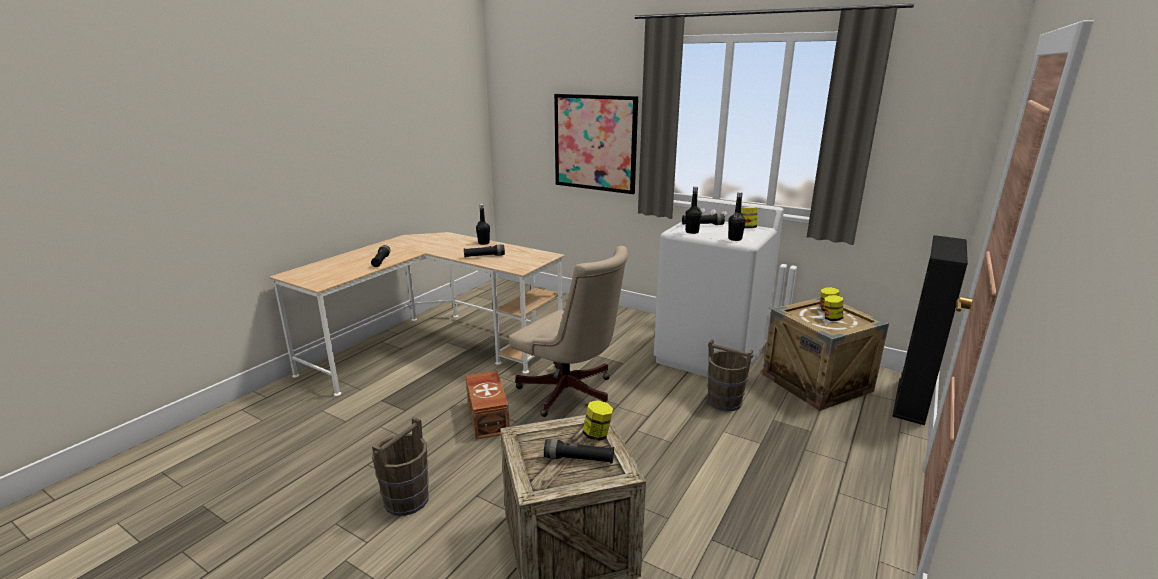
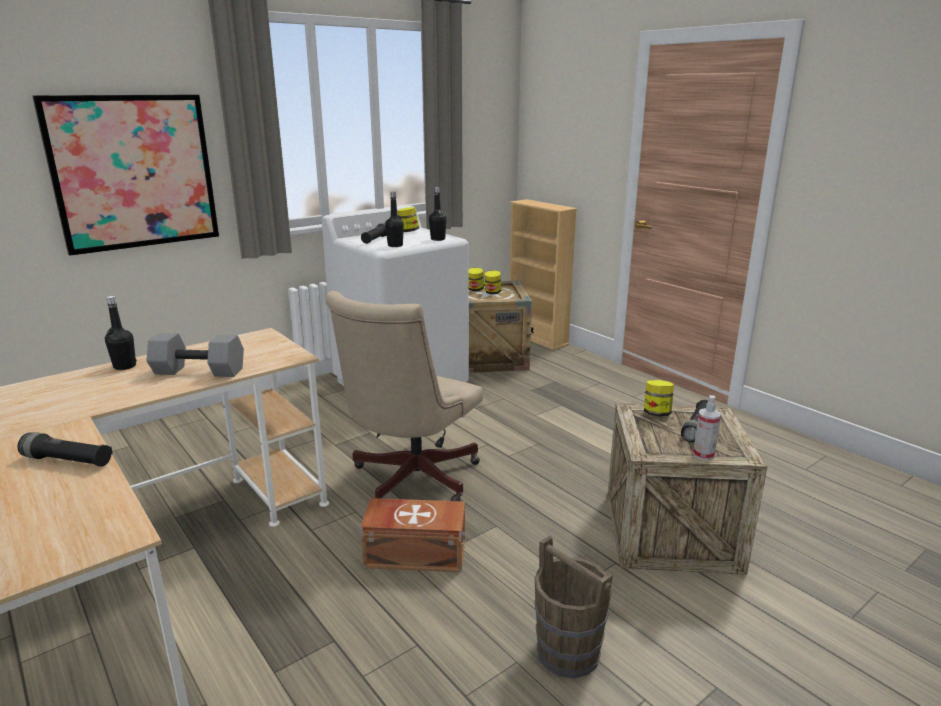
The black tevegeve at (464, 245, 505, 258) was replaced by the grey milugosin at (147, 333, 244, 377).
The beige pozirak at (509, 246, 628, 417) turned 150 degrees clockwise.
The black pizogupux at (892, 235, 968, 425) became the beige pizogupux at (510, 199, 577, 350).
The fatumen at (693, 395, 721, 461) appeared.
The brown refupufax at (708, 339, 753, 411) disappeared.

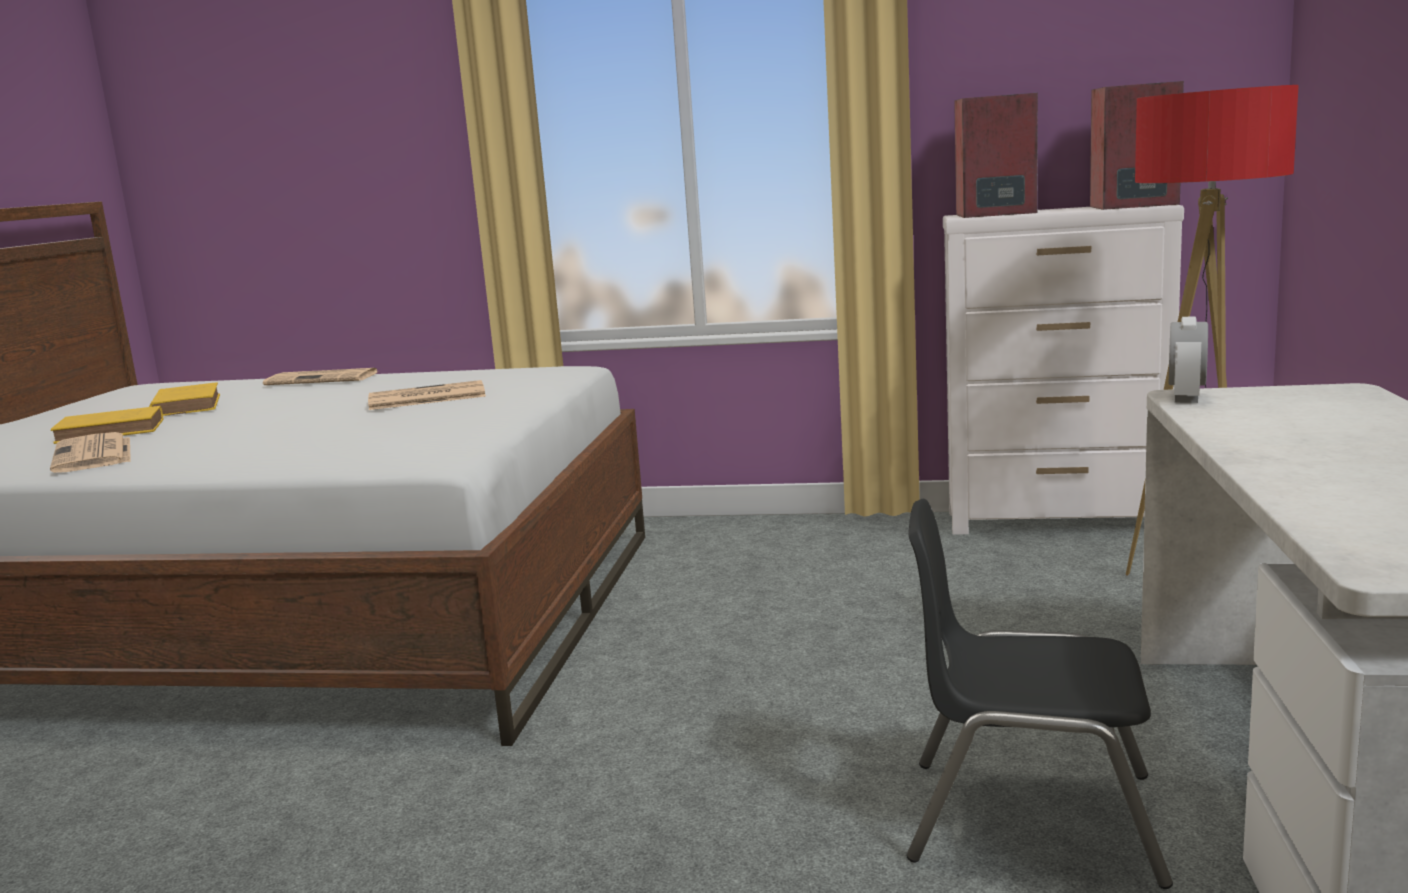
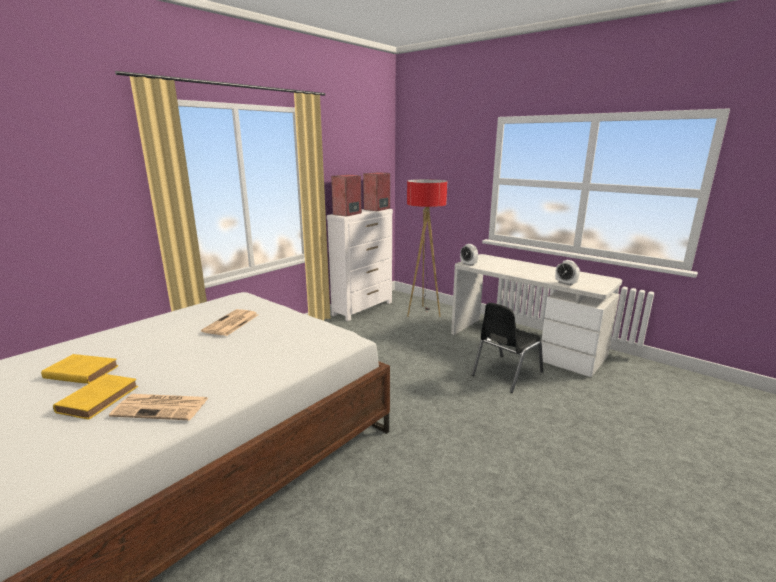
The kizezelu at (555, 260, 580, 286) appeared.
The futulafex at (263, 368, 377, 385) disappeared.

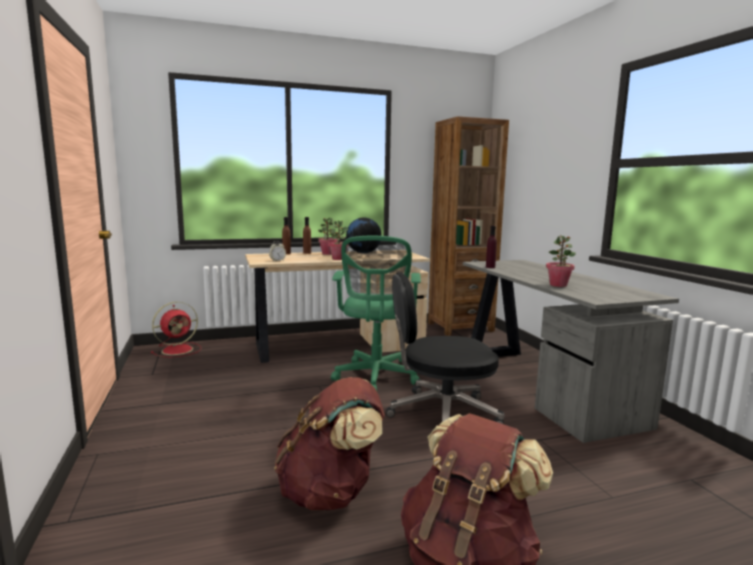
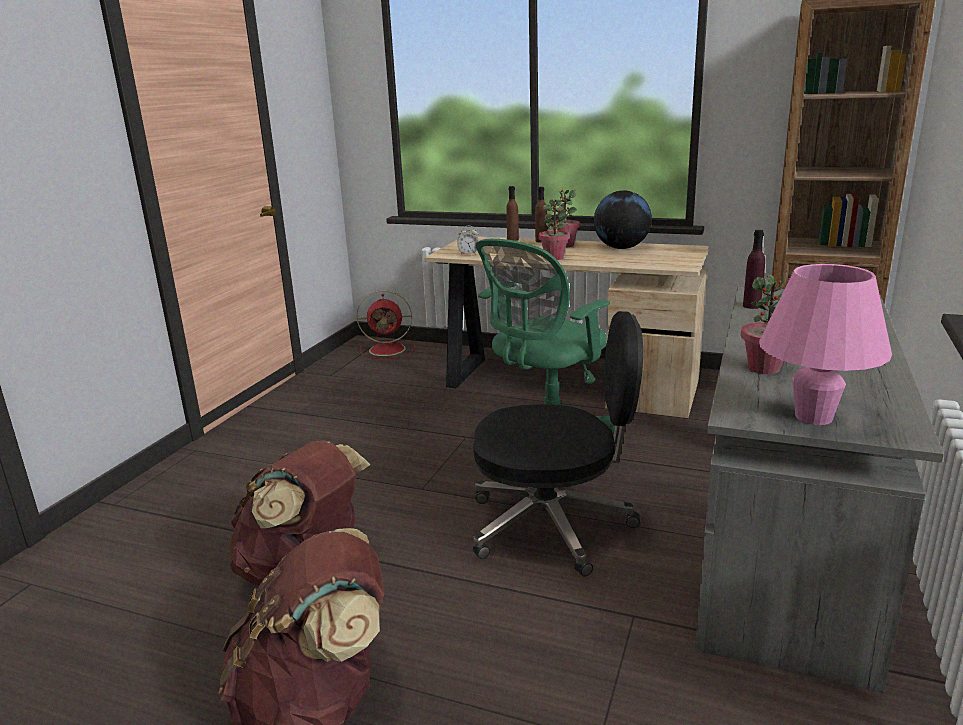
The black pozirak at (386, 272, 504, 424) turned 150 degrees clockwise.
The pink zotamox at (759, 264, 892, 425) appeared.

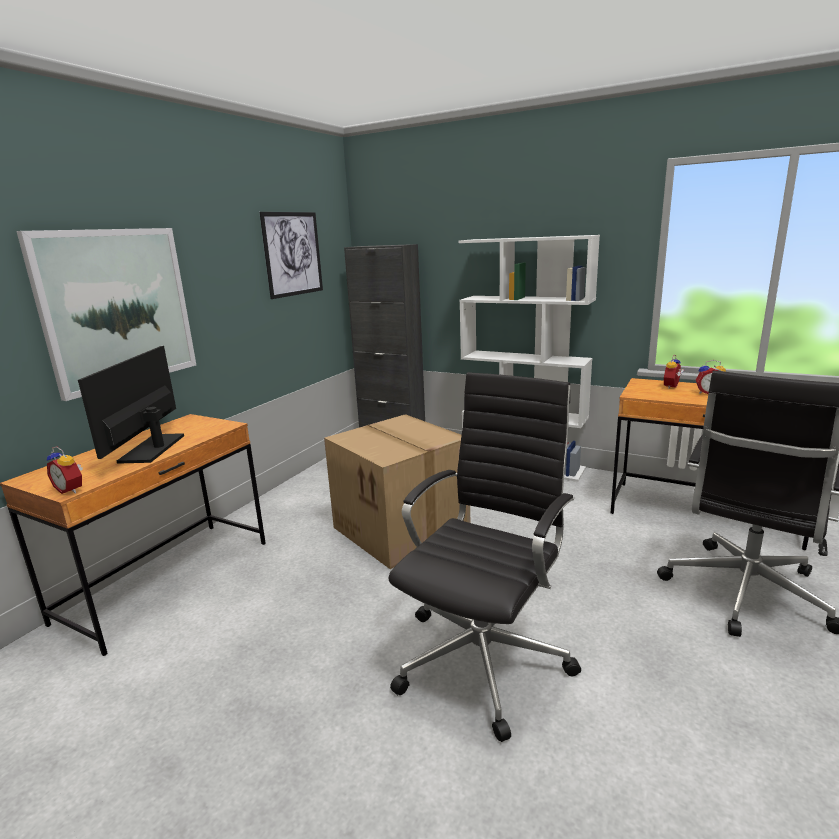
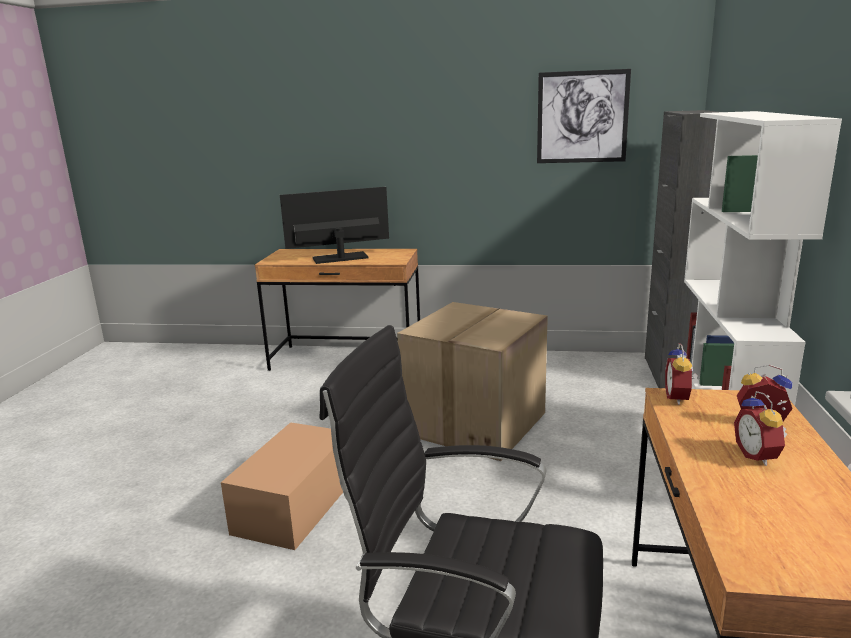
The black pozirak at (388, 372, 581, 742) was replaced by the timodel at (221, 422, 343, 550).
The kizezelu moved from (47, 446, 83, 494) to (665, 343, 698, 405).
The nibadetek at (16, 228, 196, 401) disappeared.

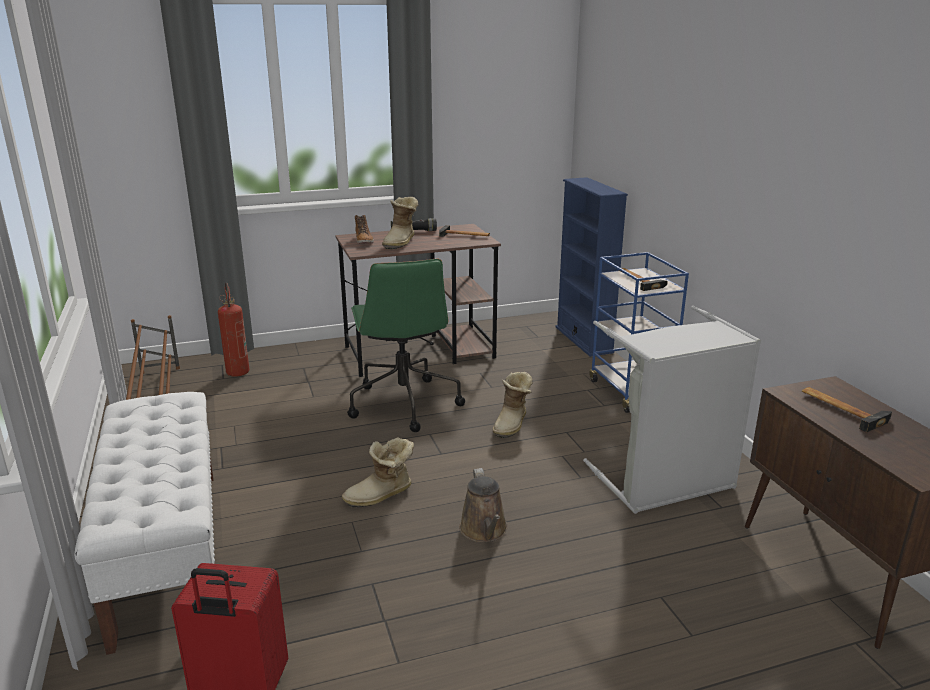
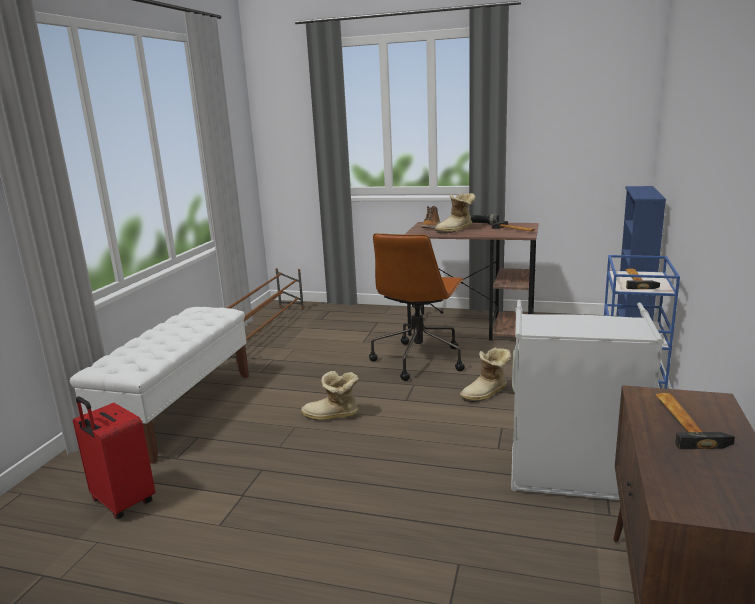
The green pozirak at (347, 259, 465, 432) became the brown pozirak at (369, 233, 465, 381).
The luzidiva at (218, 282, 249, 377) disappeared.
The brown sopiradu at (459, 468, 508, 542) disappeared.

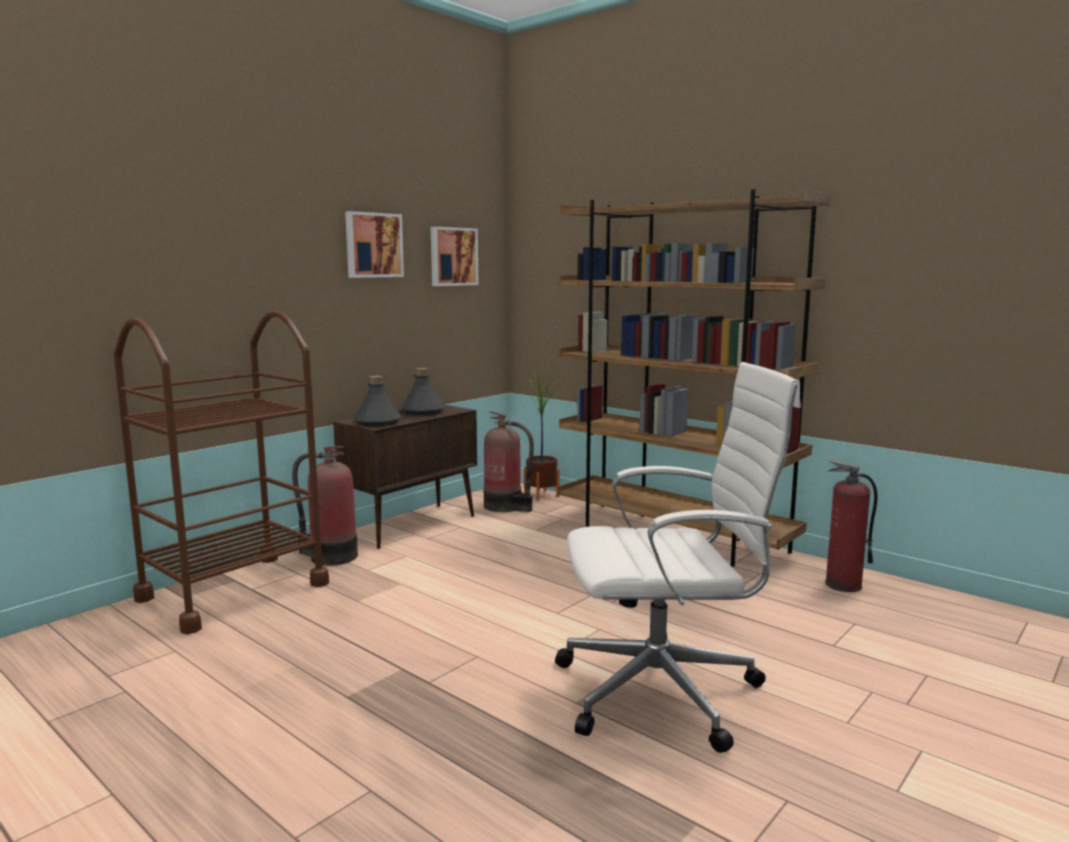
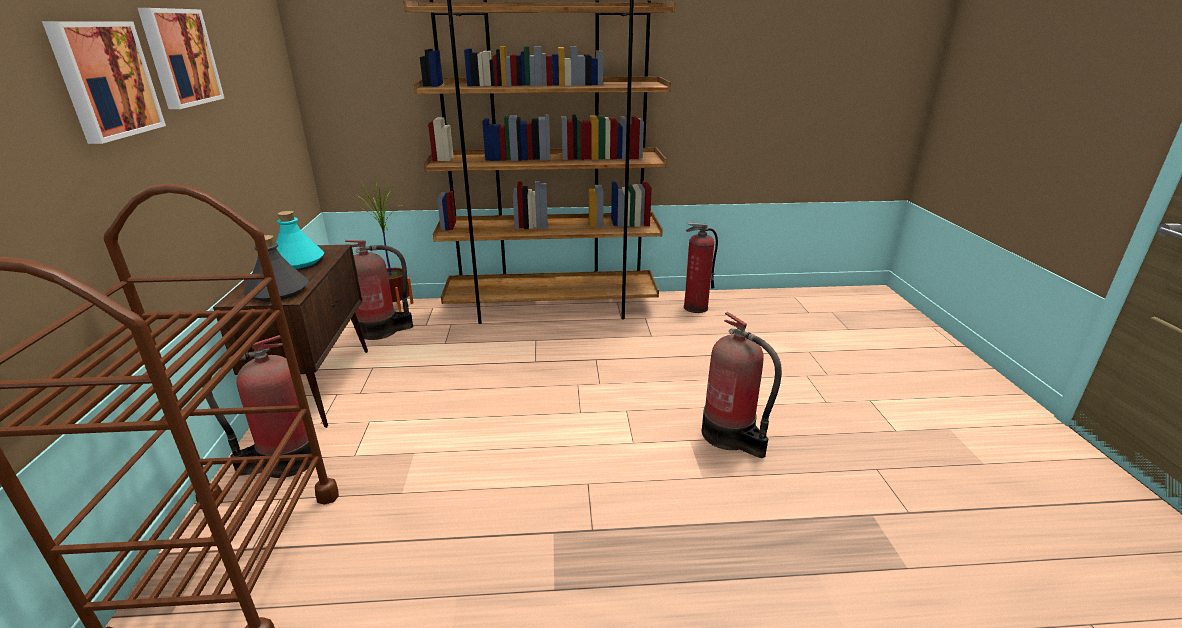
The nibadetek moved from (431, 227, 479, 286) to (42, 21, 166, 144).
The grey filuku at (401, 368, 445, 415) became the turquoise filuku at (276, 211, 324, 269).
The white pozirak at (555, 362, 801, 753) was replaced by the luzidiva at (702, 312, 782, 458).

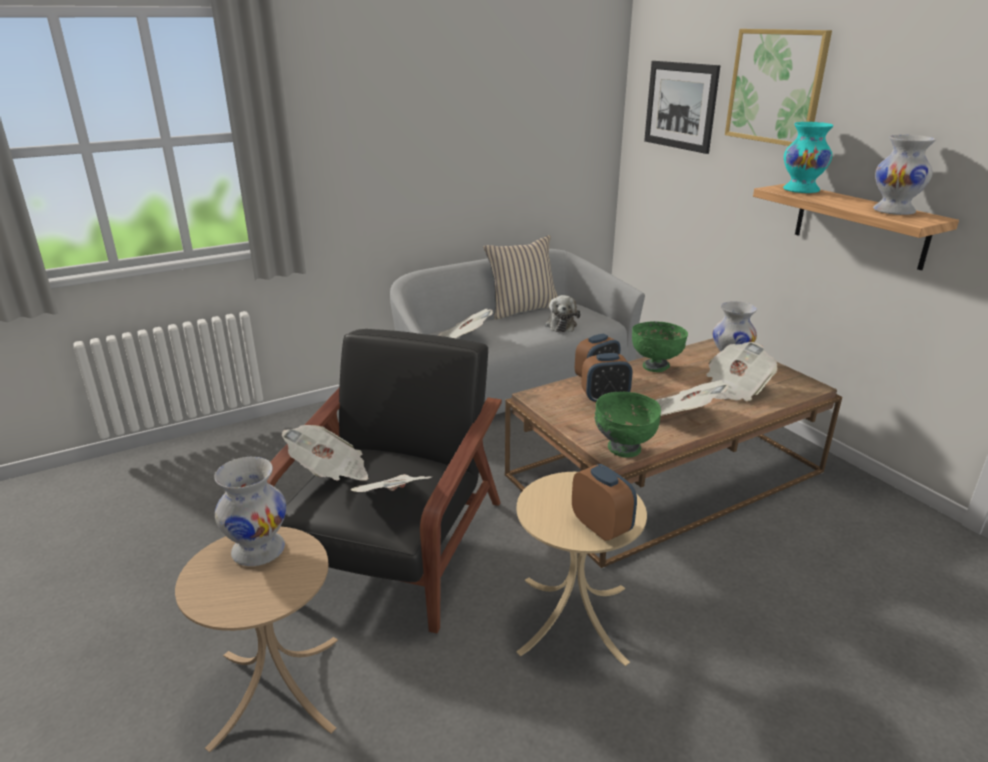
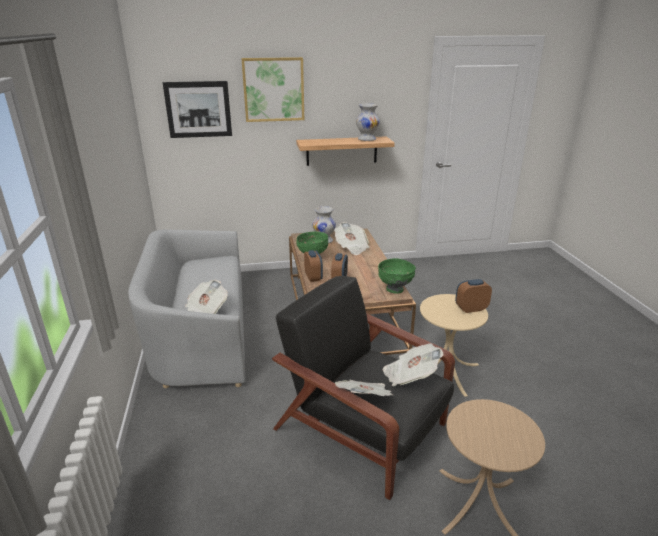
The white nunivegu at (214, 457, 286, 566) disappeared.
The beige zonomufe at (483, 235, 558, 320) disappeared.
The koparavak at (545, 295, 580, 332) disappeared.
The futulafex at (656, 380, 728, 416) disappeared.
The turquoise nunivegu at (783, 122, 834, 193) disappeared.

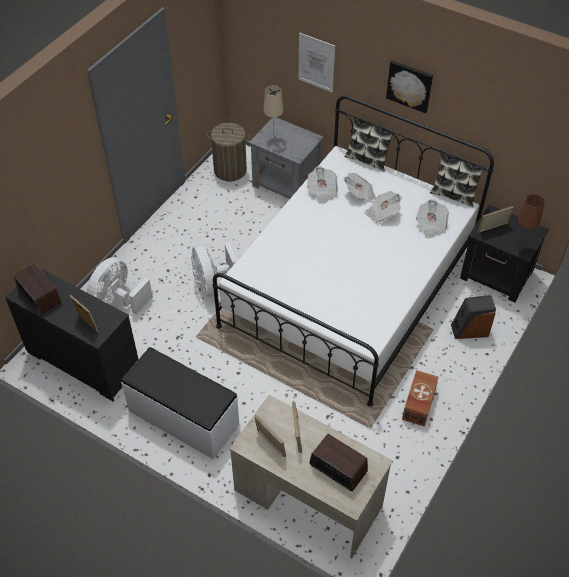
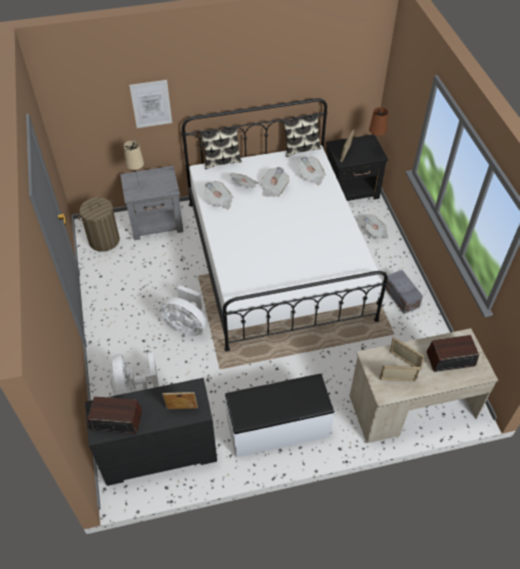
The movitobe at (451, 295, 496, 339) was replaced by the futulafex at (363, 215, 388, 239).
The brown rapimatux at (402, 370, 439, 426) became the grey rapimatux at (385, 270, 423, 314).
The nibadetek at (386, 60, 433, 113) disappeared.

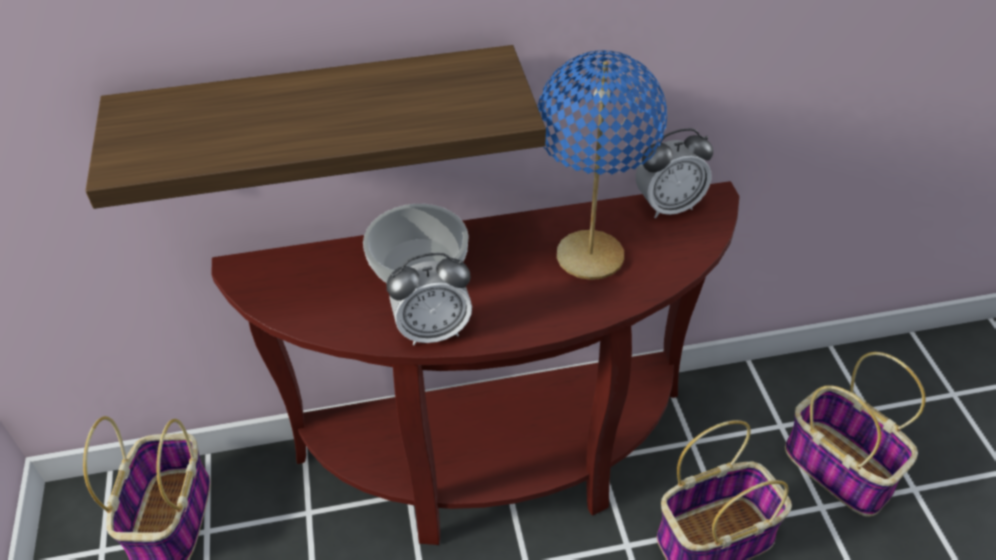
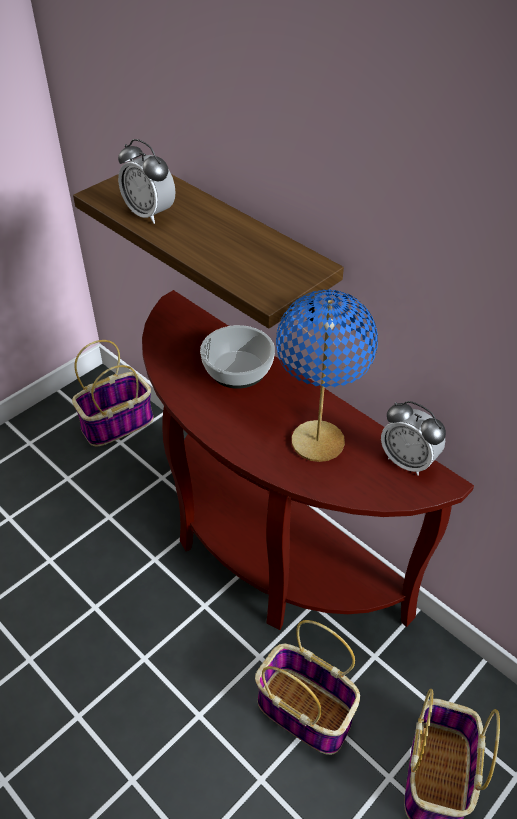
The kizezelu moved from (387, 253, 472, 345) to (118, 139, 175, 224).

